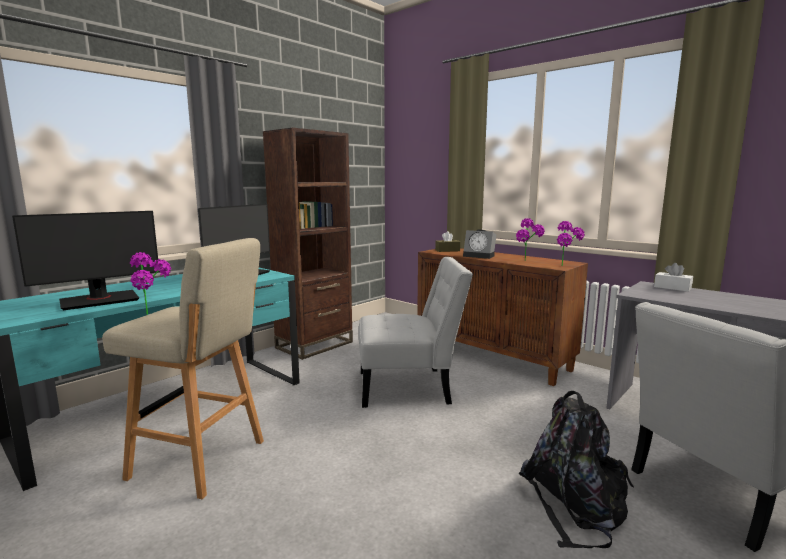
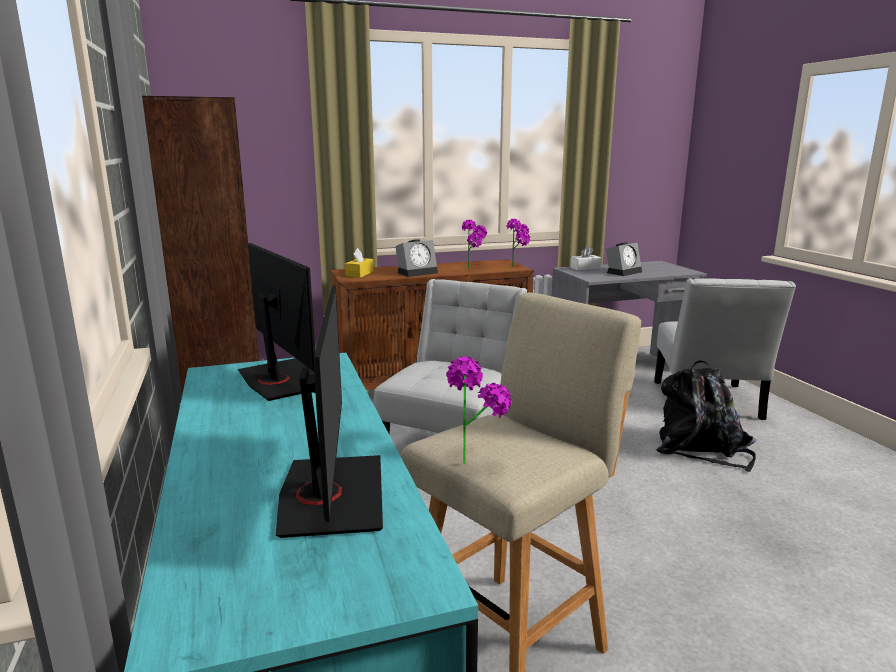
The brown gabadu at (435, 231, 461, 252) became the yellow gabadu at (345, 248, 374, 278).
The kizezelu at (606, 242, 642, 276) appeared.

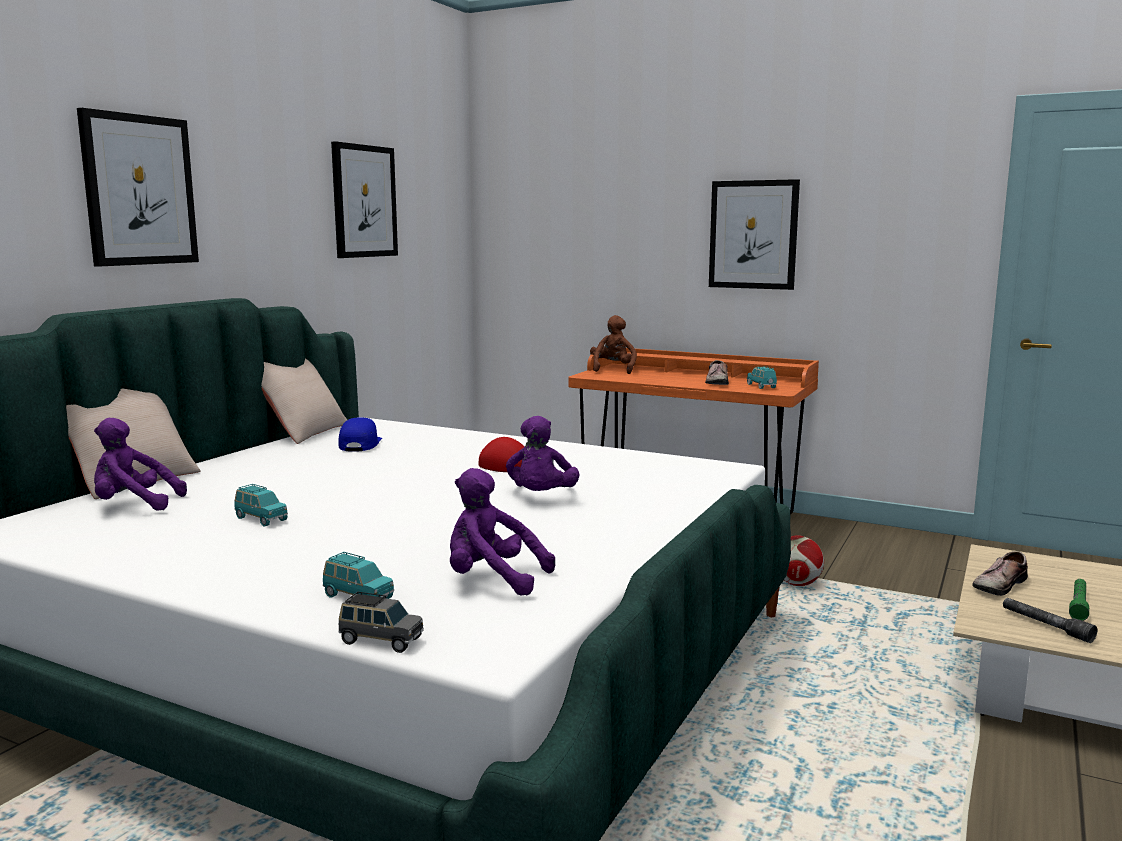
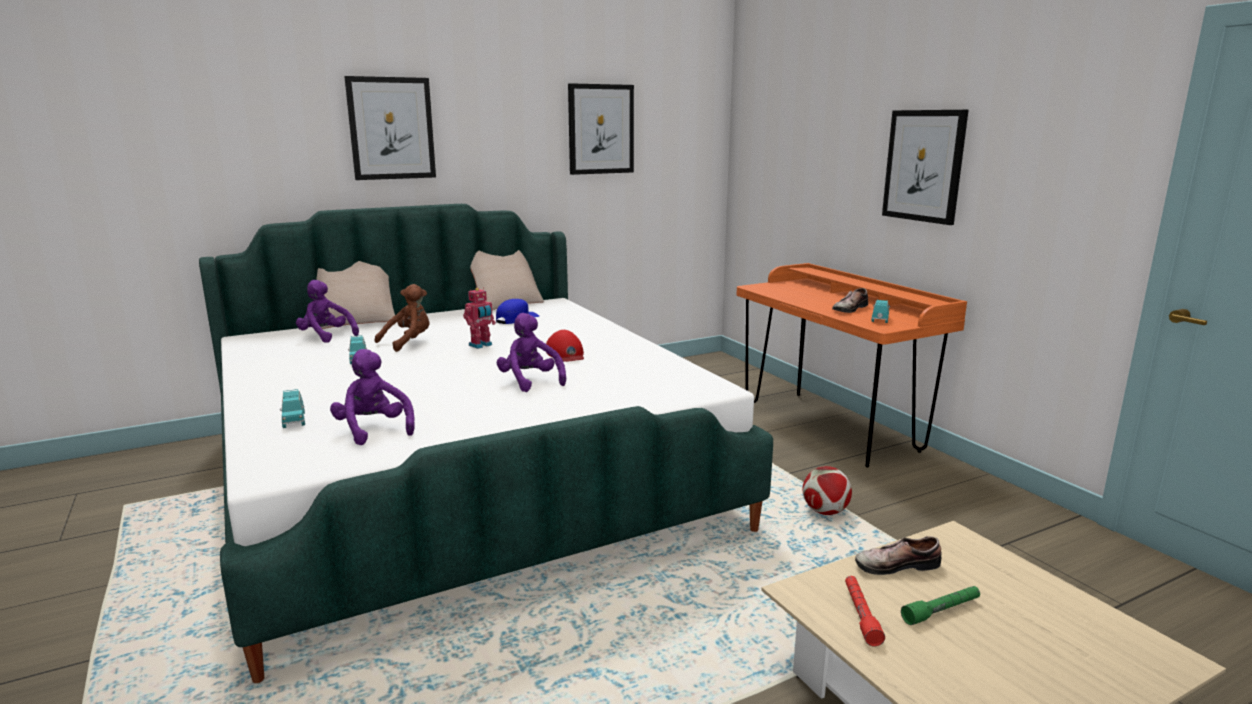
The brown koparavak moved from (590, 315, 637, 374) to (375, 284, 429, 352).
The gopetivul at (463, 288, 496, 349) appeared.
The purple koparavak at (506, 416, 580, 491) turned 105 degrees clockwise.
The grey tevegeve at (1003, 598, 1097, 643) became the red tevegeve at (845, 576, 885, 646).
The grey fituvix at (338, 592, 424, 653) disappeared.

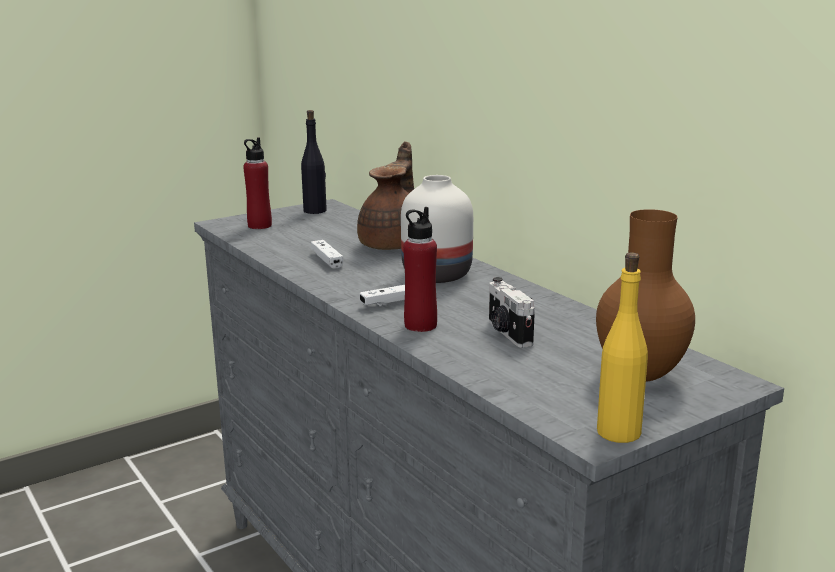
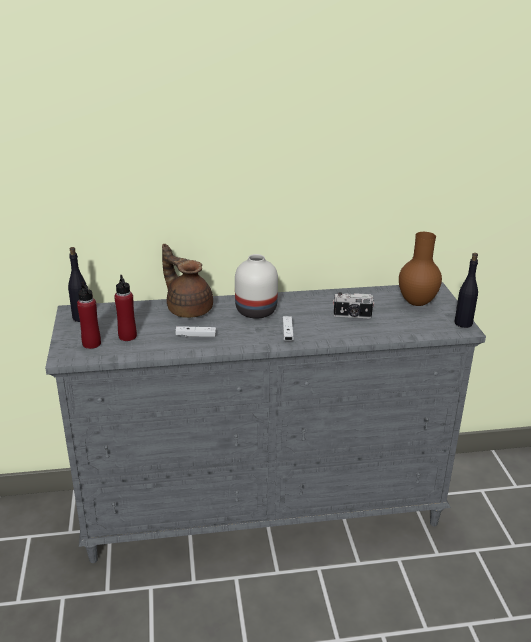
The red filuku moved from (403, 207, 437, 332) to (114, 275, 137, 341).
The yellow filuku at (597, 253, 648, 443) became the black filuku at (454, 253, 478, 328).

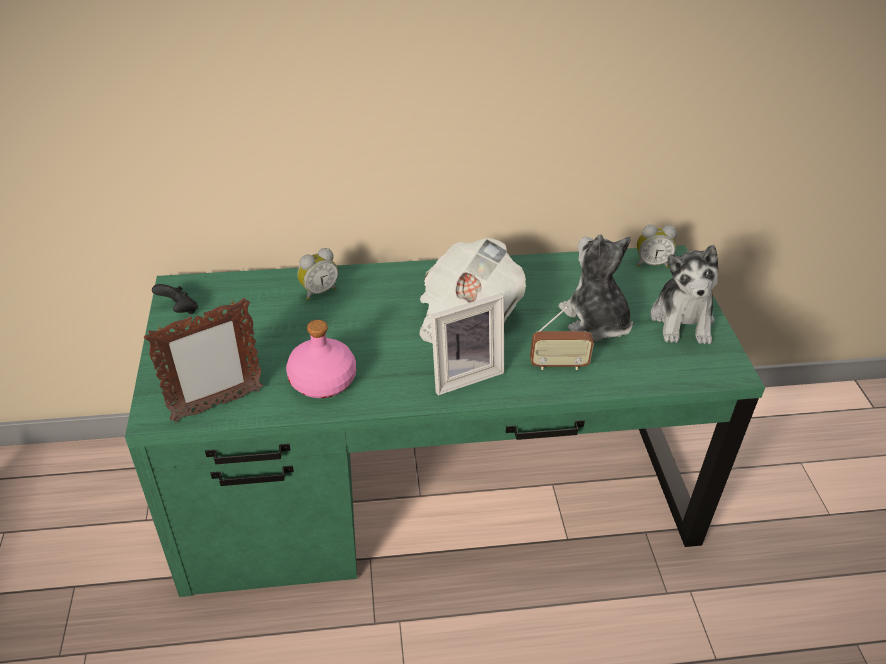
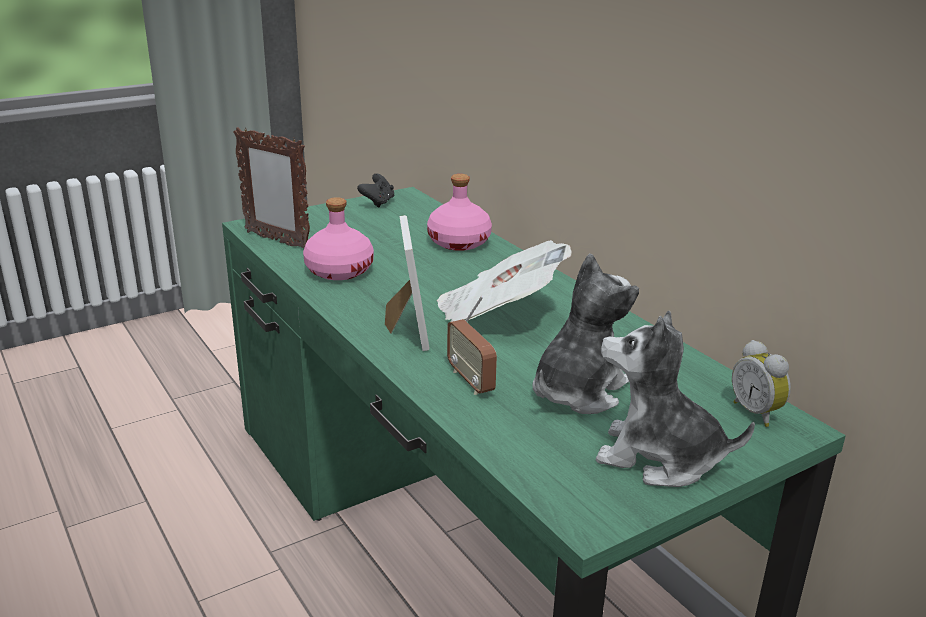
The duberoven at (431, 294, 504, 395) turned 135 degrees counterclockwise.
The kizezelu at (297, 248, 338, 300) was replaced by the pink filuku at (427, 174, 492, 251).
The koparavak at (651, 245, 718, 344) turned 45 degrees clockwise.

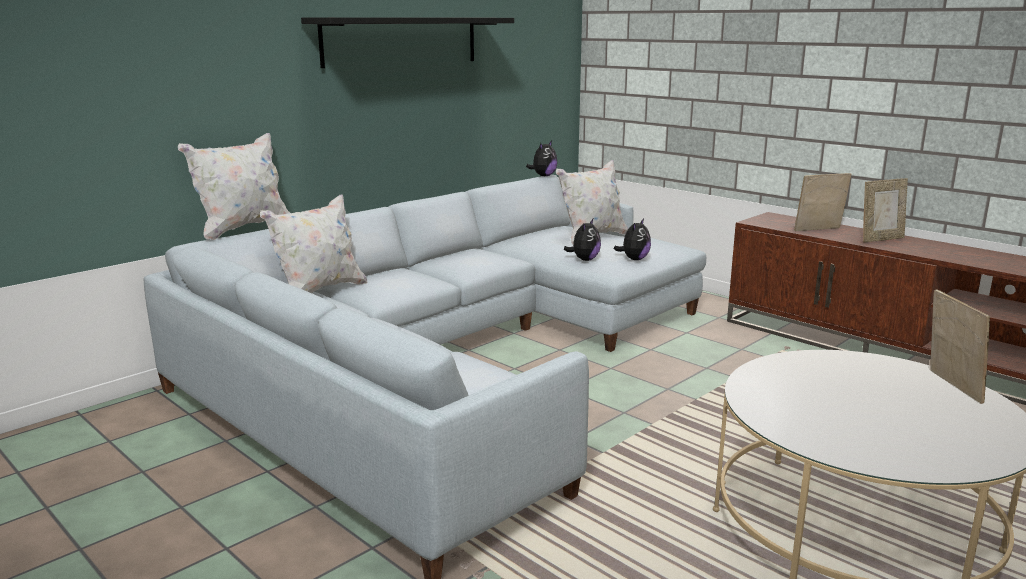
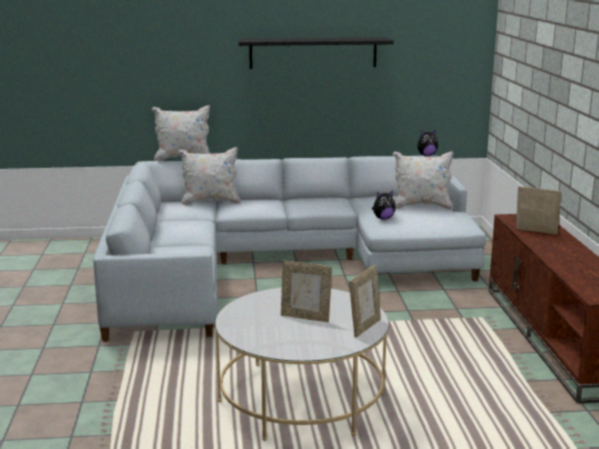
The duberoven moved from (863, 178, 908, 242) to (281, 261, 332, 322).
The koparavak at (614, 218, 651, 260) disappeared.

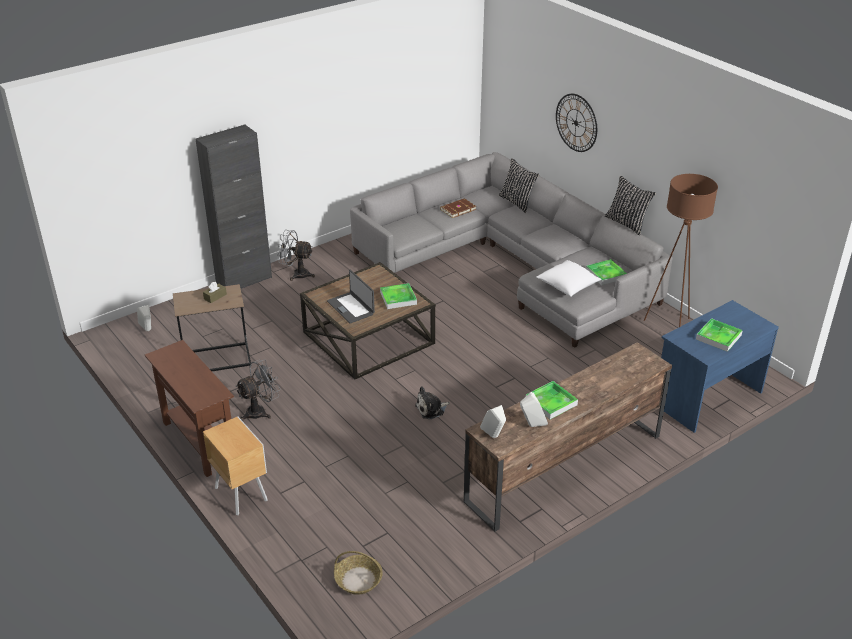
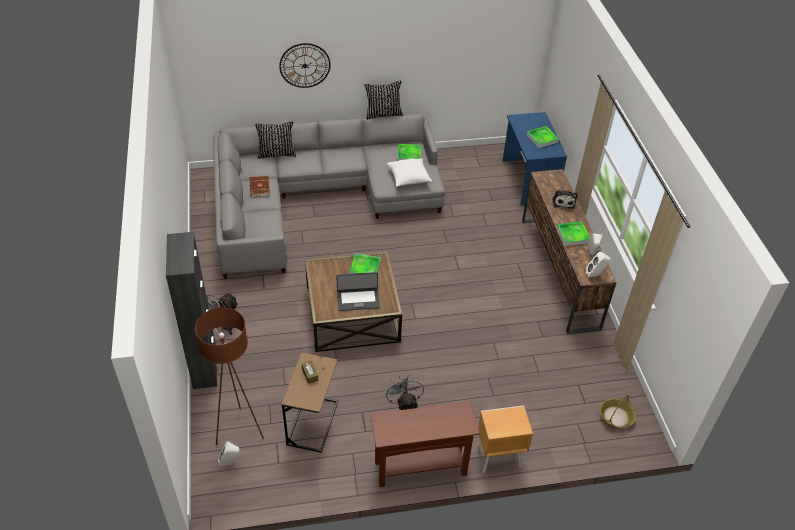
The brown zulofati moved from (644, 174, 718, 327) to (195, 307, 264, 445).
The koparavak moved from (415, 386, 450, 419) to (552, 190, 577, 209).

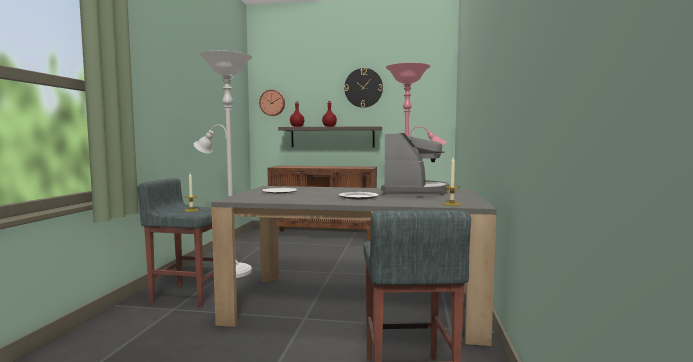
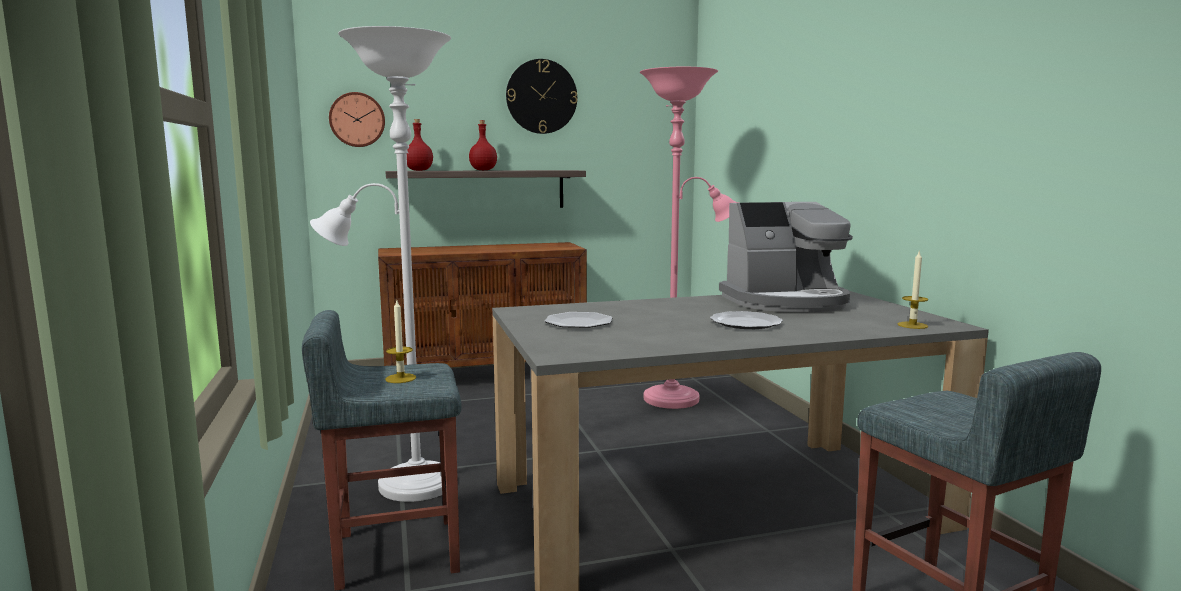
The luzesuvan at (381, 133, 449, 196) turned 90 degrees clockwise.

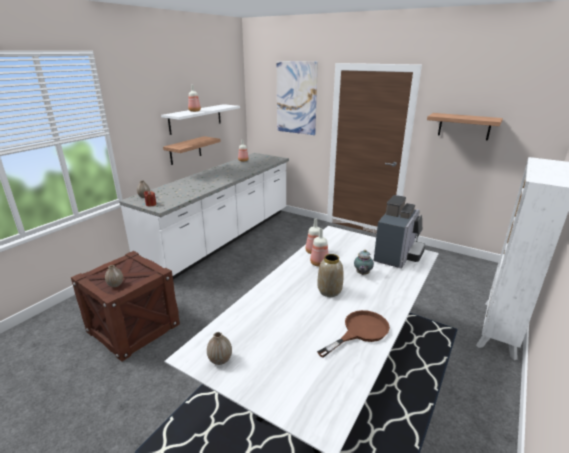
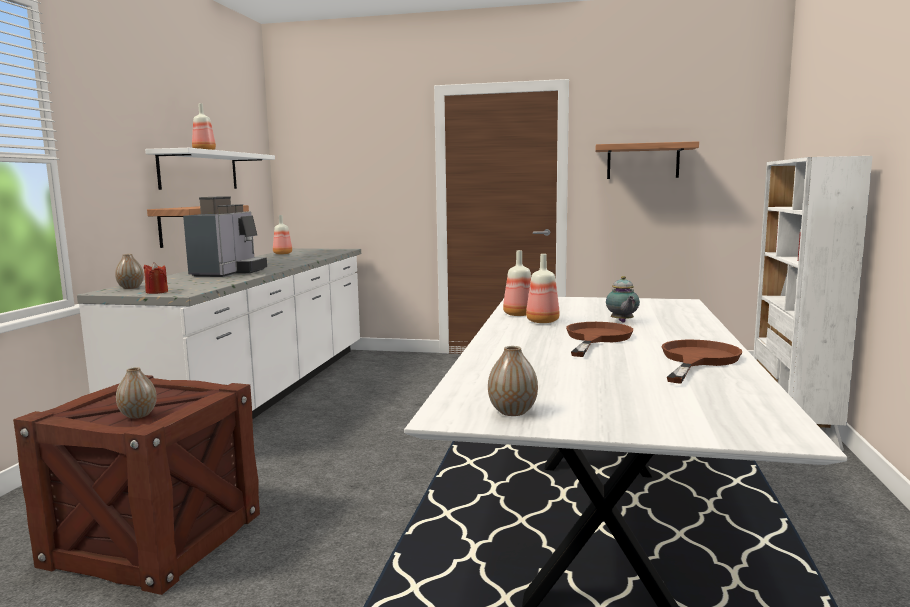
The luzesuvan moved from (374, 195, 425, 269) to (183, 196, 267, 277).
The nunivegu at (318, 254, 344, 297) was replaced by the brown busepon at (566, 322, 633, 357).
The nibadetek at (277, 61, 318, 135) disappeared.

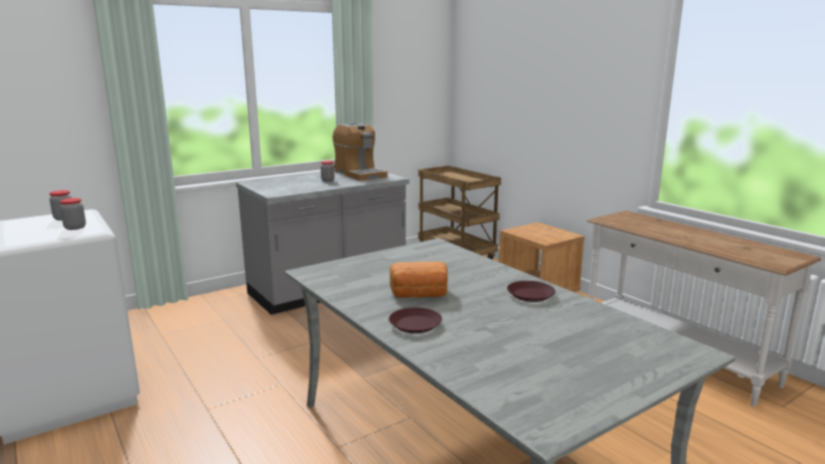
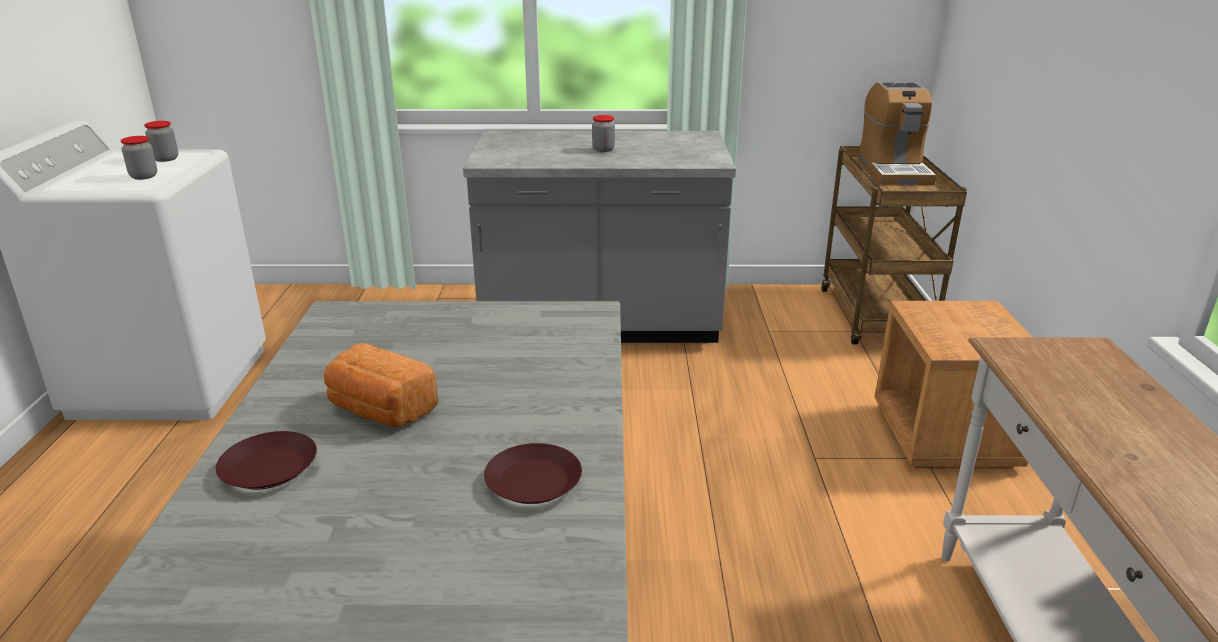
The luzesuvan moved from (333, 123, 388, 181) to (858, 82, 936, 185).

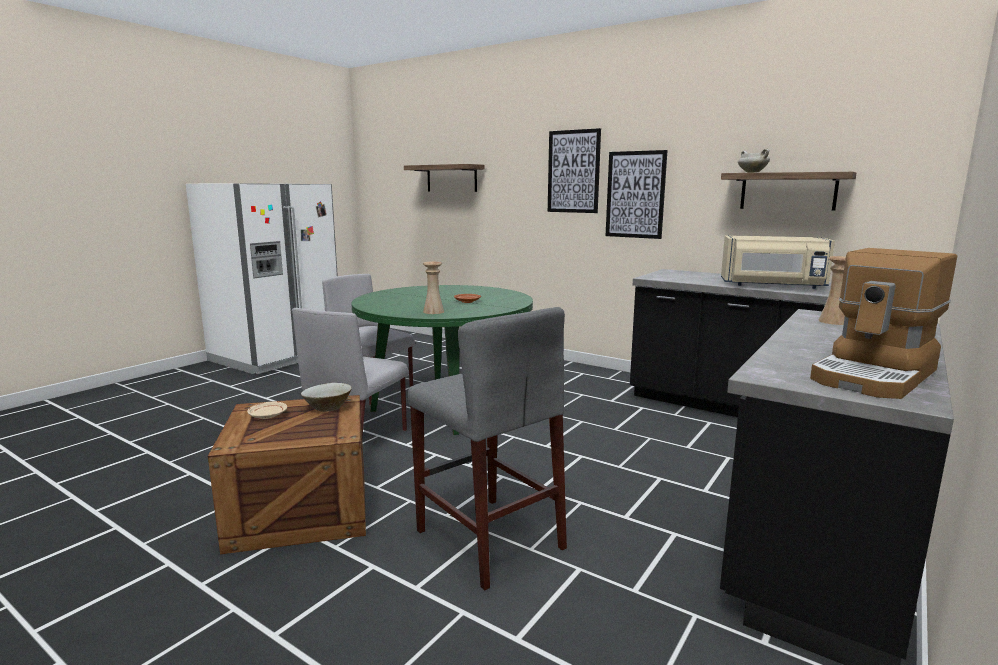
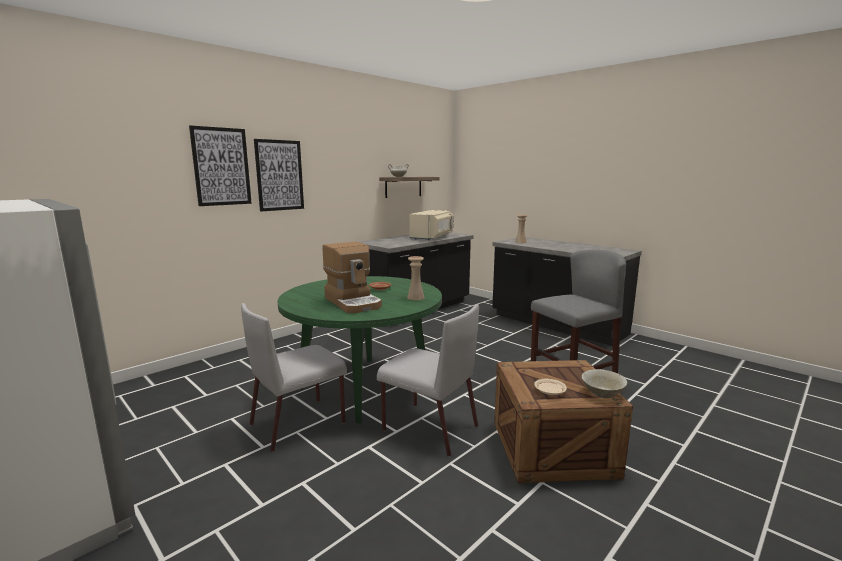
The nibadetek moved from (606, 150, 668, 239) to (189, 125, 252, 206).
The luzesuvan moved from (810, 248, 957, 399) to (323, 242, 382, 313).
The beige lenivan moved from (301, 383, 352, 412) to (582, 369, 627, 398).
The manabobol at (404, 164, 485, 192) disappeared.

